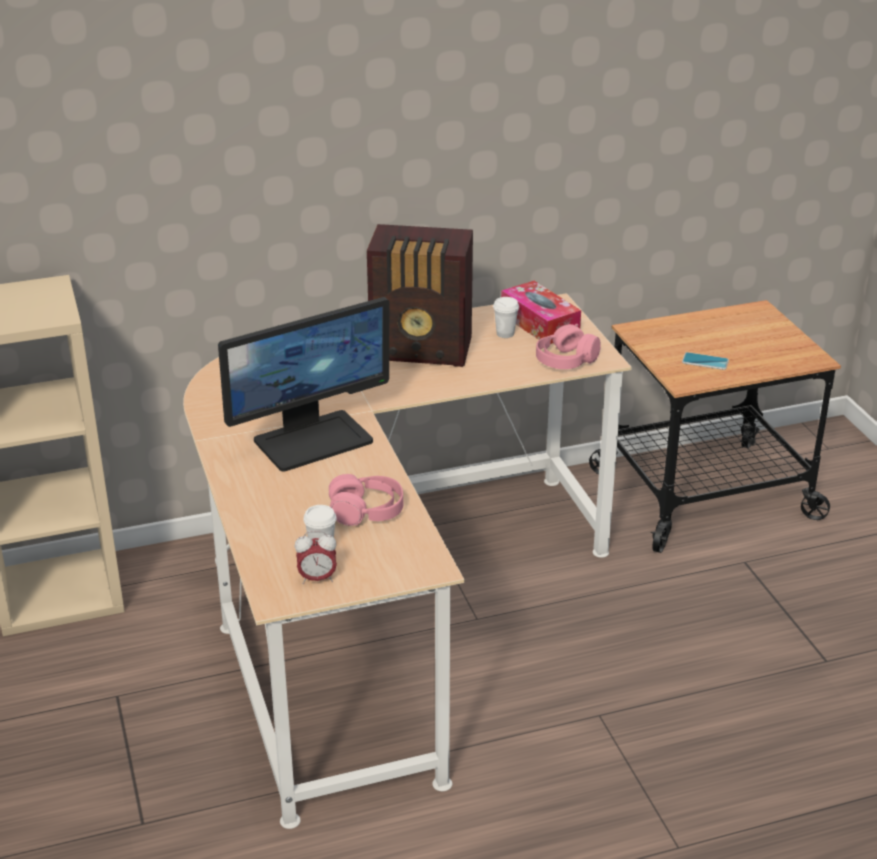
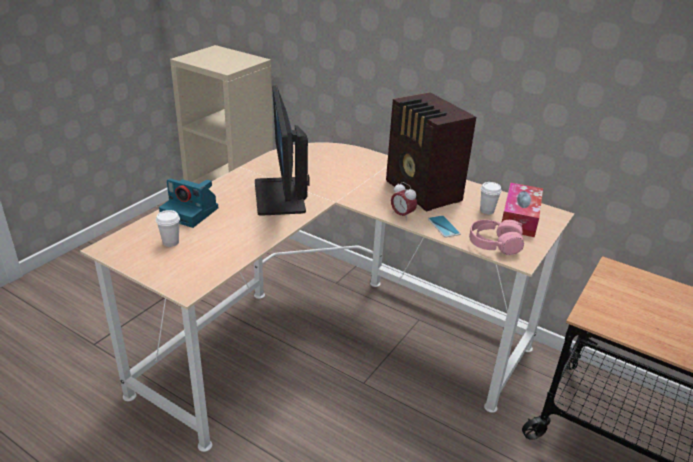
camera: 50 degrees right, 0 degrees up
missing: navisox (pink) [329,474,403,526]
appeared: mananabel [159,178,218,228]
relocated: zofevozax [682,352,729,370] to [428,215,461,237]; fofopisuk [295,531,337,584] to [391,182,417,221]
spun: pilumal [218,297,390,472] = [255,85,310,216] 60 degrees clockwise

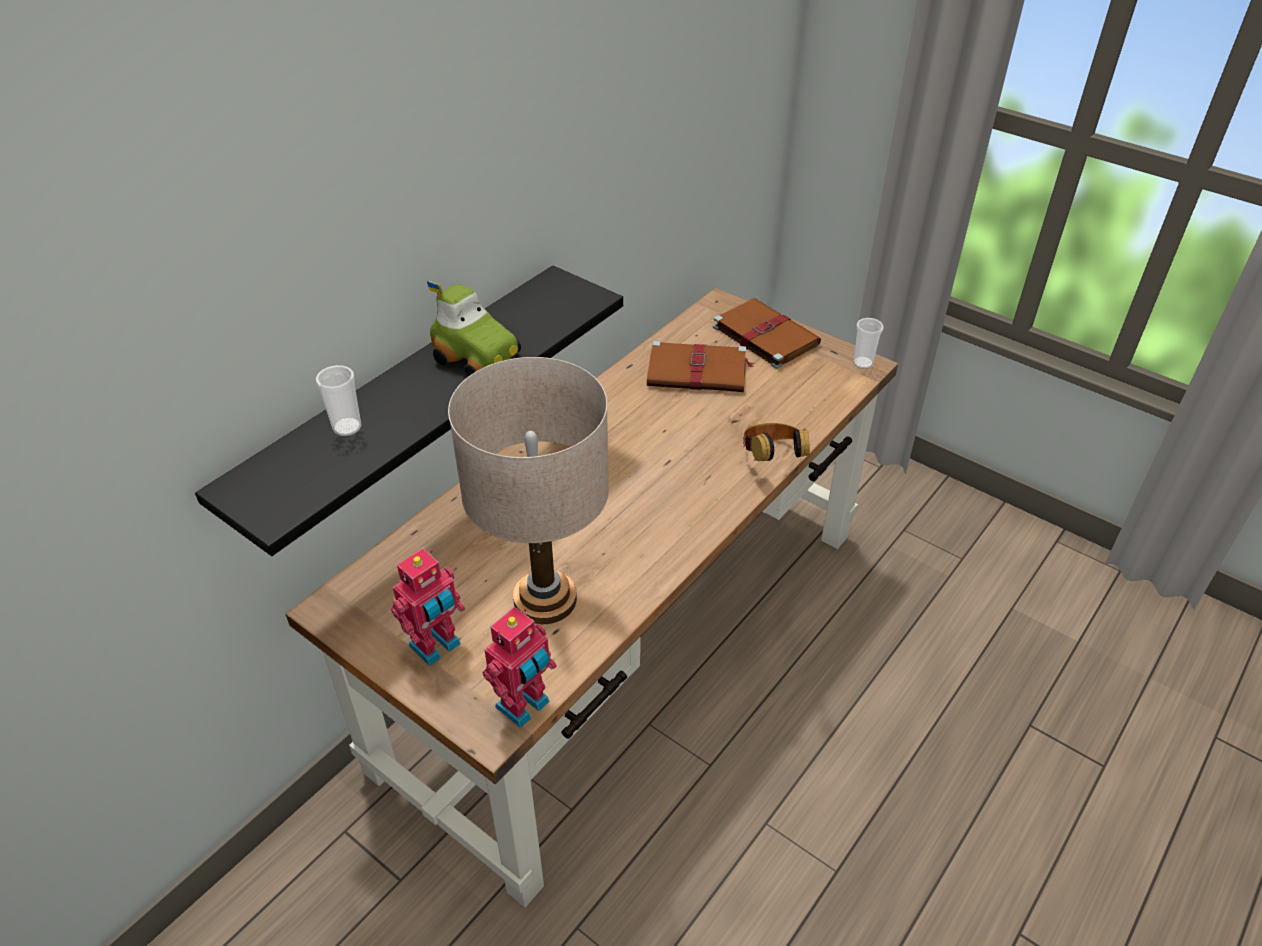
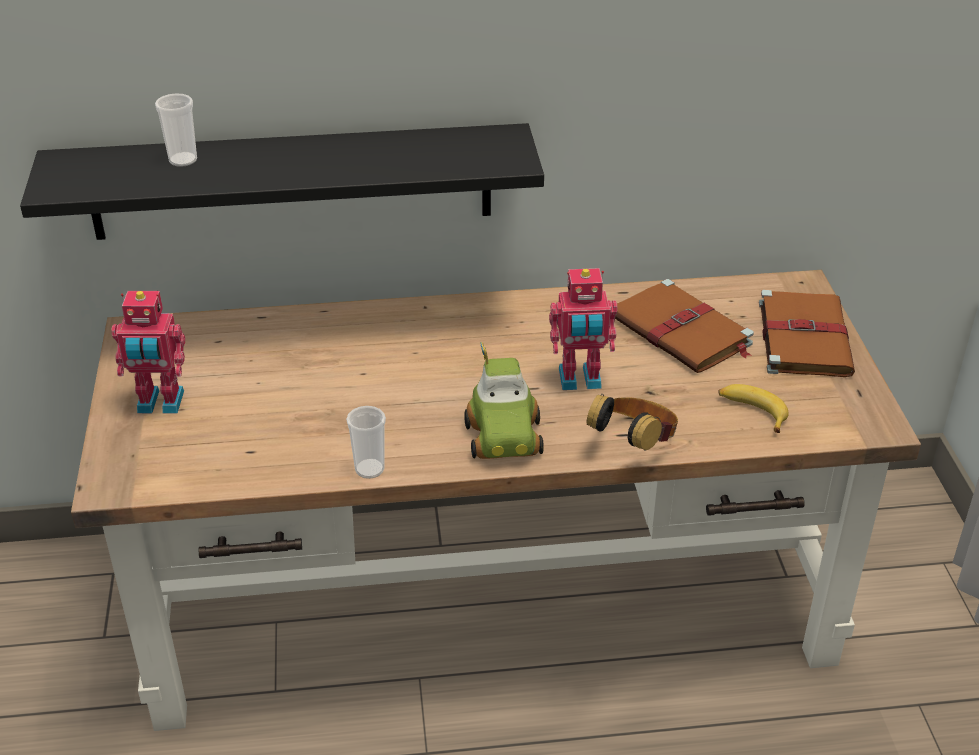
camera: 45 degrees right, 5 degrees down
missing: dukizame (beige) [448,357,609,624]
appeared: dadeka [718,384,789,433]
relocated: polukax [427,281,521,377] to [464,342,544,459]; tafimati [853,318,884,369] to [346,406,386,479]; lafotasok [482,607,557,728] to [549,268,617,390]

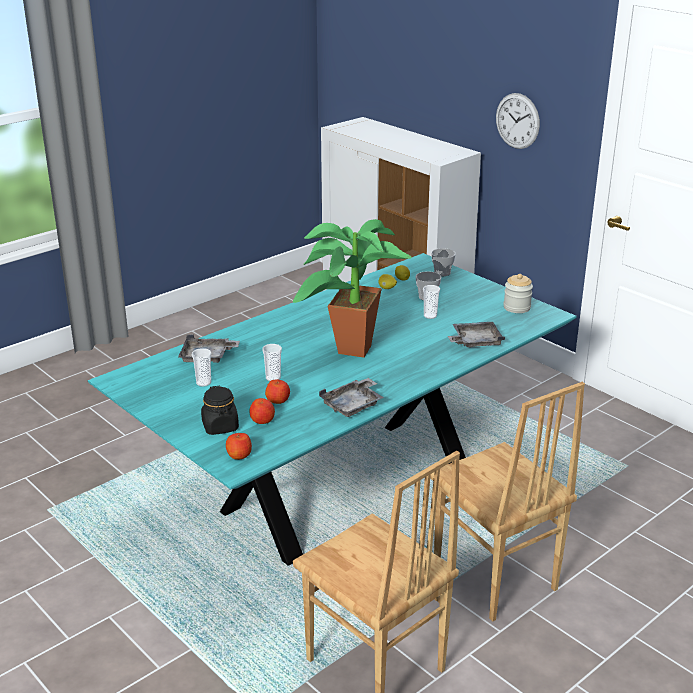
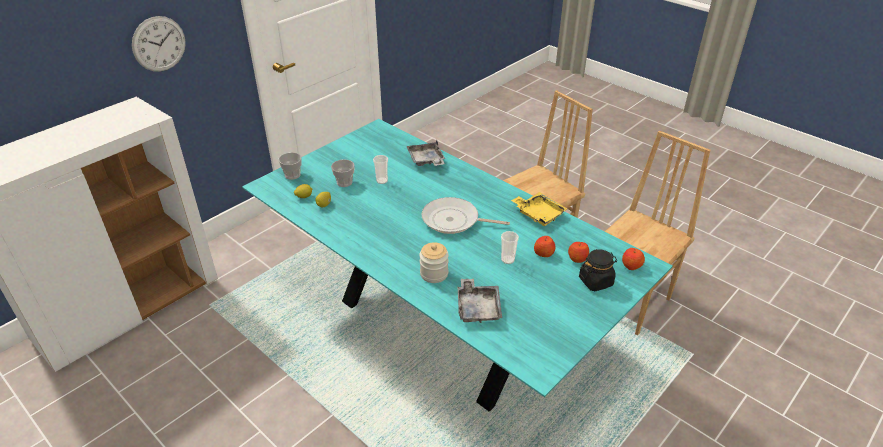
camera: 95 degrees left, 10 degrees up
missing: tafimati [192,348,211,387]
relocated: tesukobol [504,274,533,313] to [419,242,449,283]
exchanged: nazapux [293,219,412,358] to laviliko [422,197,510,234]
colour: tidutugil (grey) [319,378,384,417] to tidutugil (yellow) [511,192,567,226]

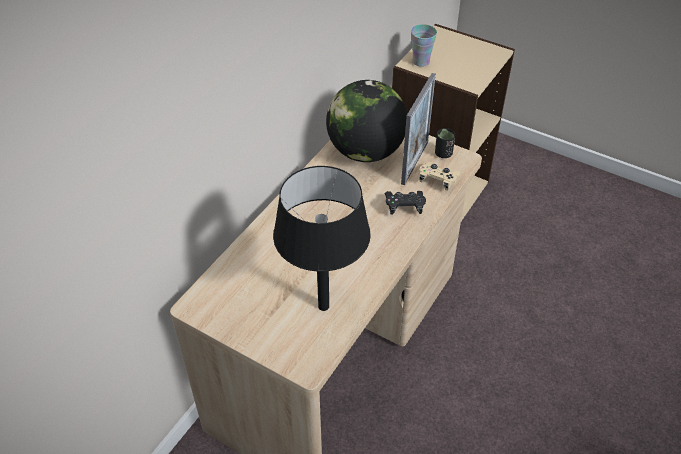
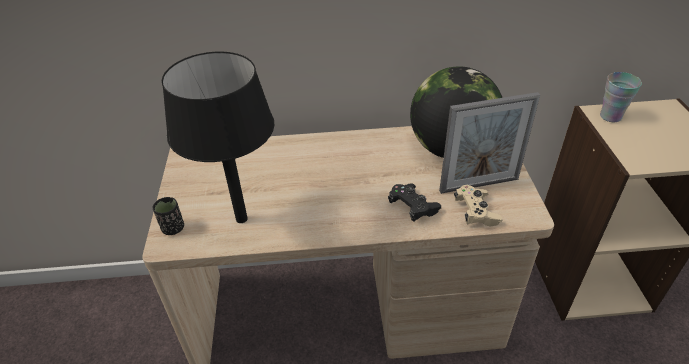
camera: 55 degrees right, 5 degrees down
relocated: tafimati (black) [435,128,455,158] to [153,197,184,235]

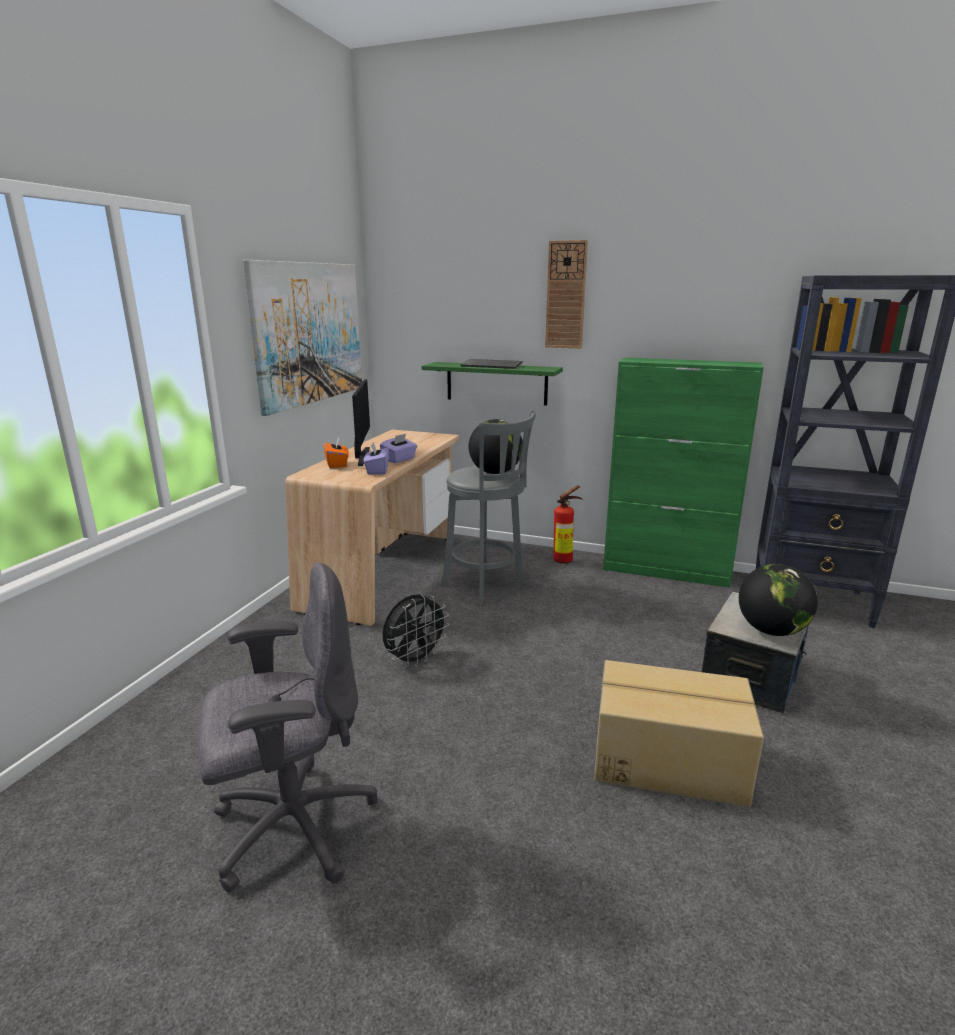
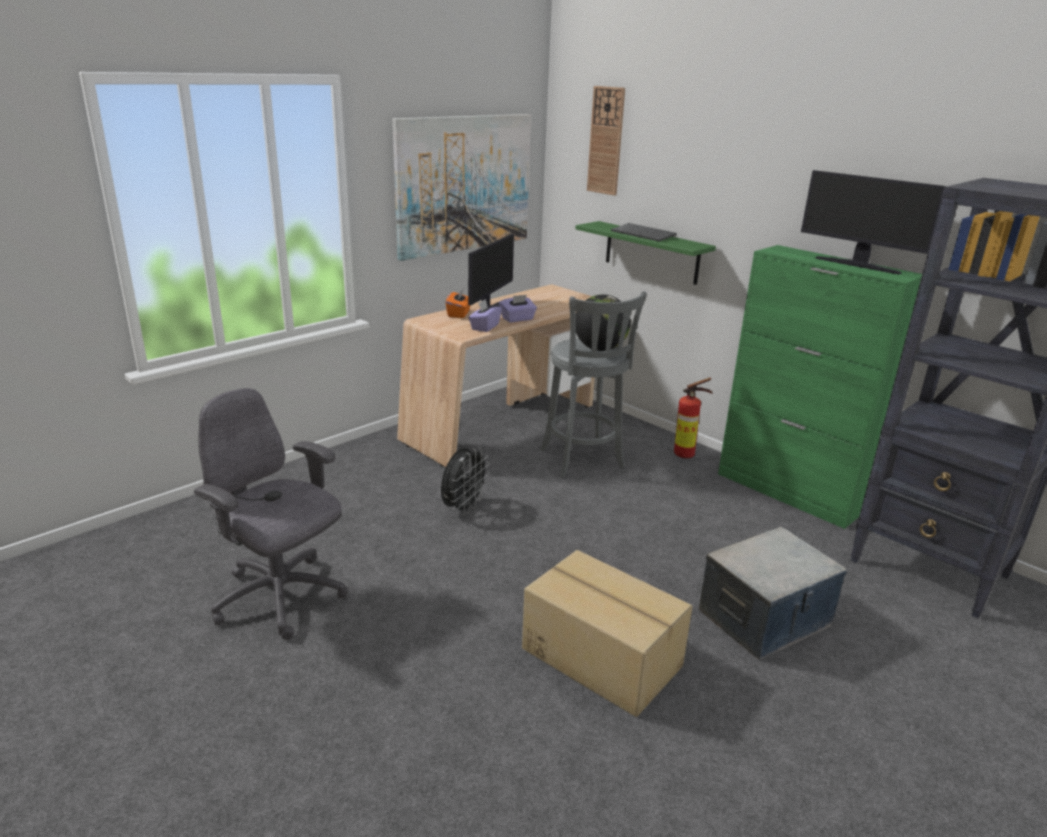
camera: 25 degrees right, 5 degrees up
missing: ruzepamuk [739,564,818,636]
appeared: pilumal [801,170,946,275]
relocated: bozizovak [545,240,588,349] to [587,86,625,196]
spun: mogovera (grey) [198,563,378,892] = [194,388,348,640] 150 degrees counterclockwise; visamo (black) [383,594,449,667] = [441,447,490,515] 45 degrees counterclockwise

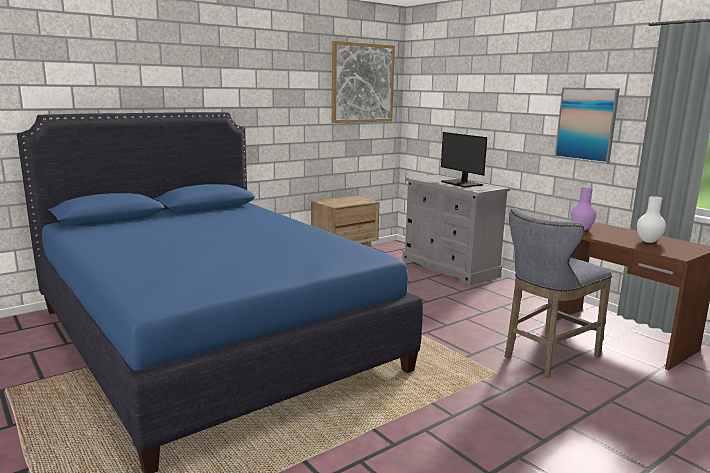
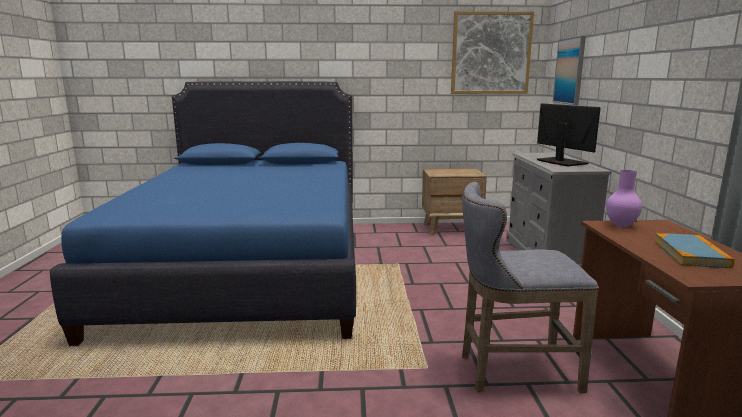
camera: 35 degrees right, 0 degrees up
relocated: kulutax [555,88,620,164] to [553,36,586,105]
exchanged: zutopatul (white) [637,196,666,243] to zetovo [655,233,734,269]
spun: pilumal [441,132,487,187] = [537,103,601,166] 150 degrees clockwise

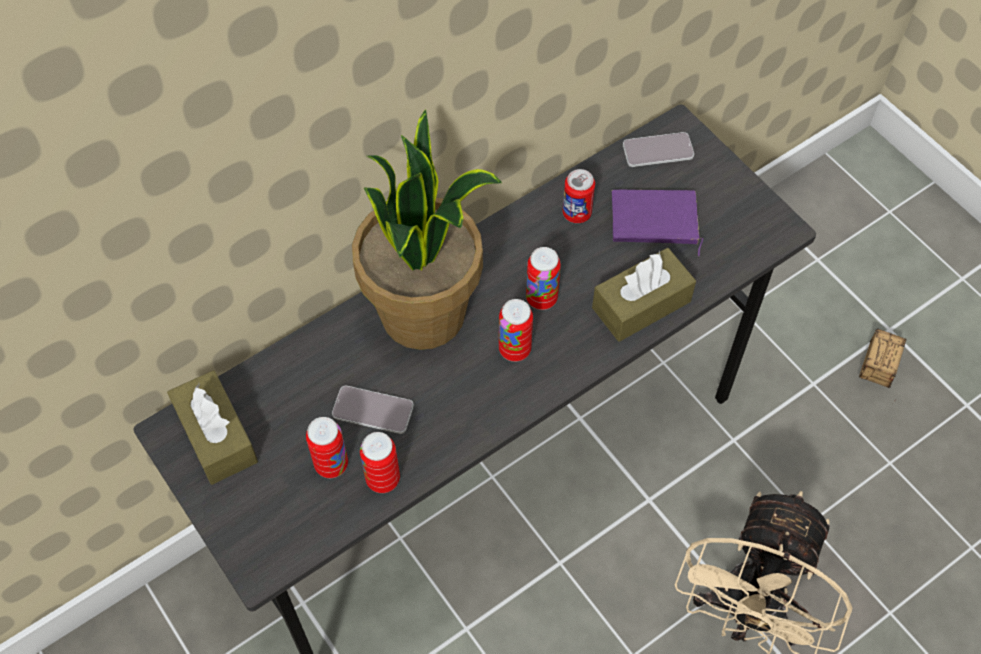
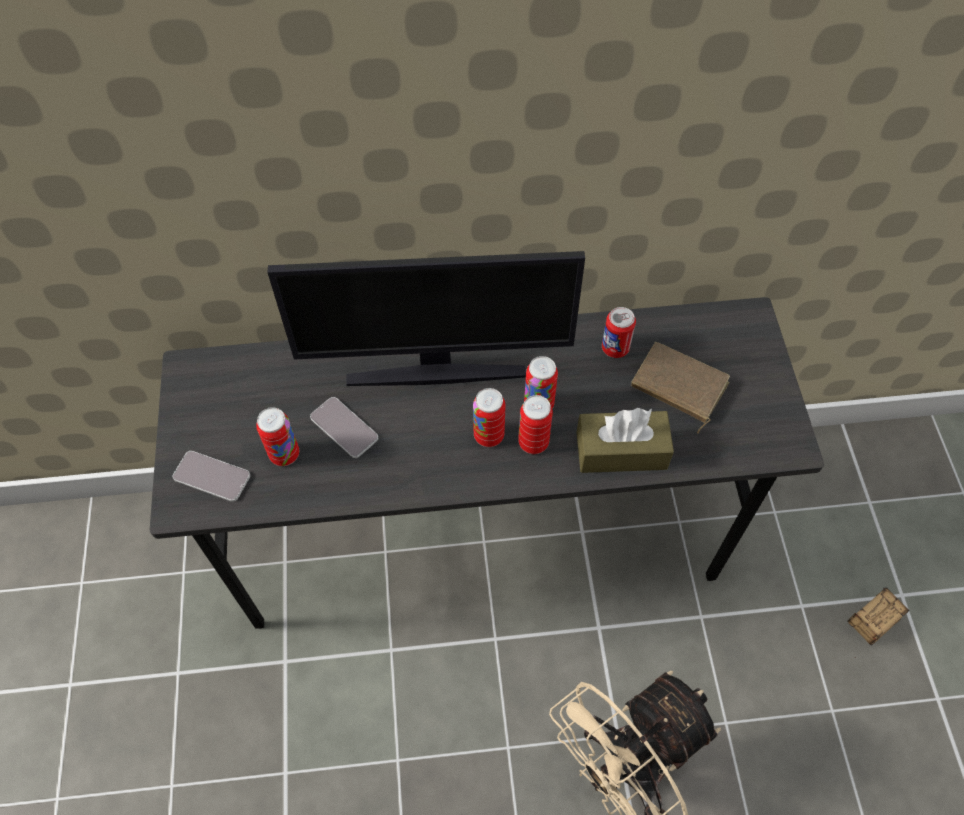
camera: 30 degrees right, 0 degrees up
missing: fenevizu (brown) [167,370,258,485]
relocated: zofevozax [623,132,694,167] to [173,451,250,502]; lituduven [360,432,400,493] to [518,395,553,454]
exchanged: nazapux [352,110,502,350] to pilumal [267,251,585,386]
colour: zetovo (purple) [612,189,703,256] to zetovo (brown) [631,342,730,433]

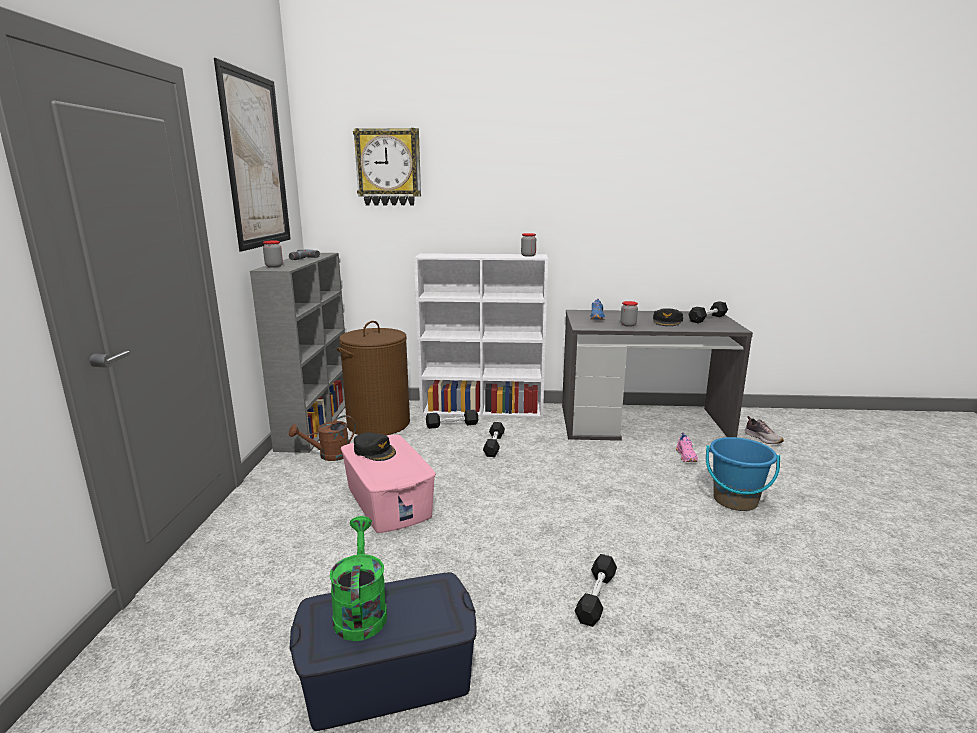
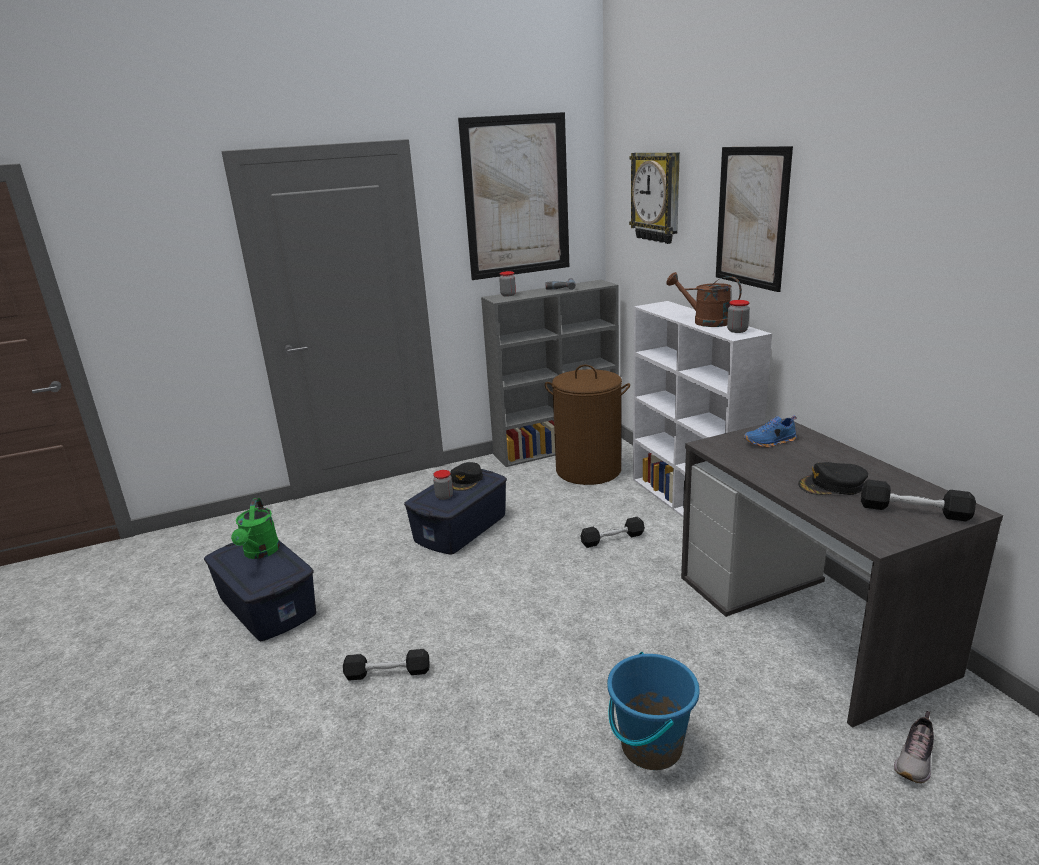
camera: 65 degrees right, 5 degrees up
missing: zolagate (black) [426,410,478,429]; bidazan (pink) [676,432,698,462]
appeared: kulutax [716,146,793,292]
relocated: tesukobol [621,301,638,327] to [433,470,453,500]; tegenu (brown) [289,415,356,461] to [666,272,742,327]
colour: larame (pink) [341,435,436,533] to larame (blue) [404,469,507,555]
spun: tegenu (green) [330,516,387,641] = [231,498,280,559] 120 degrees clockwise

